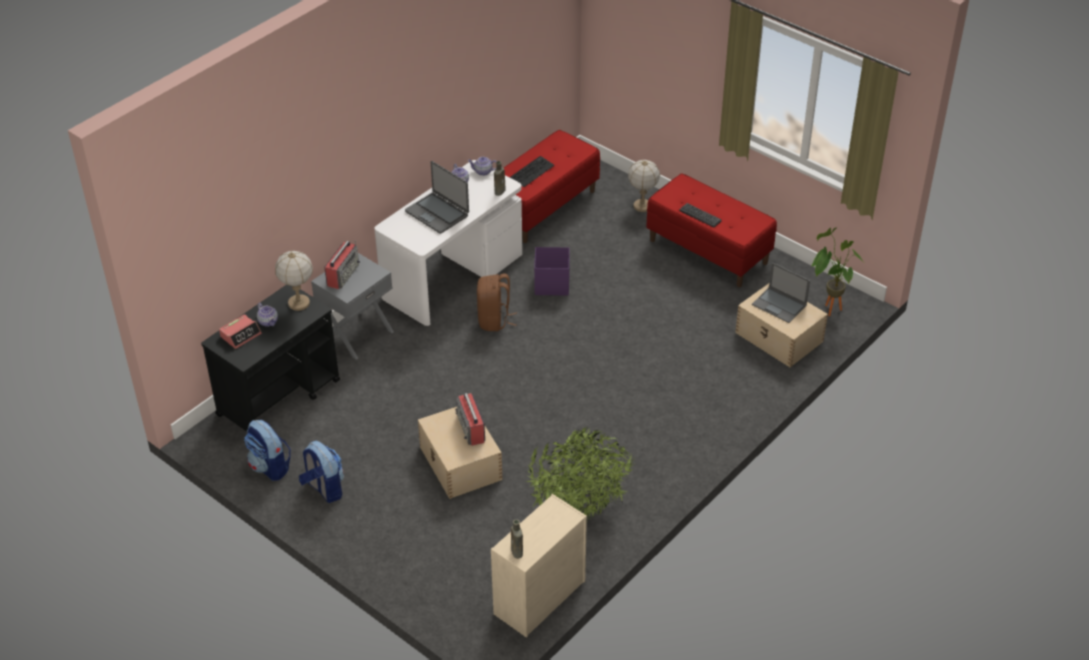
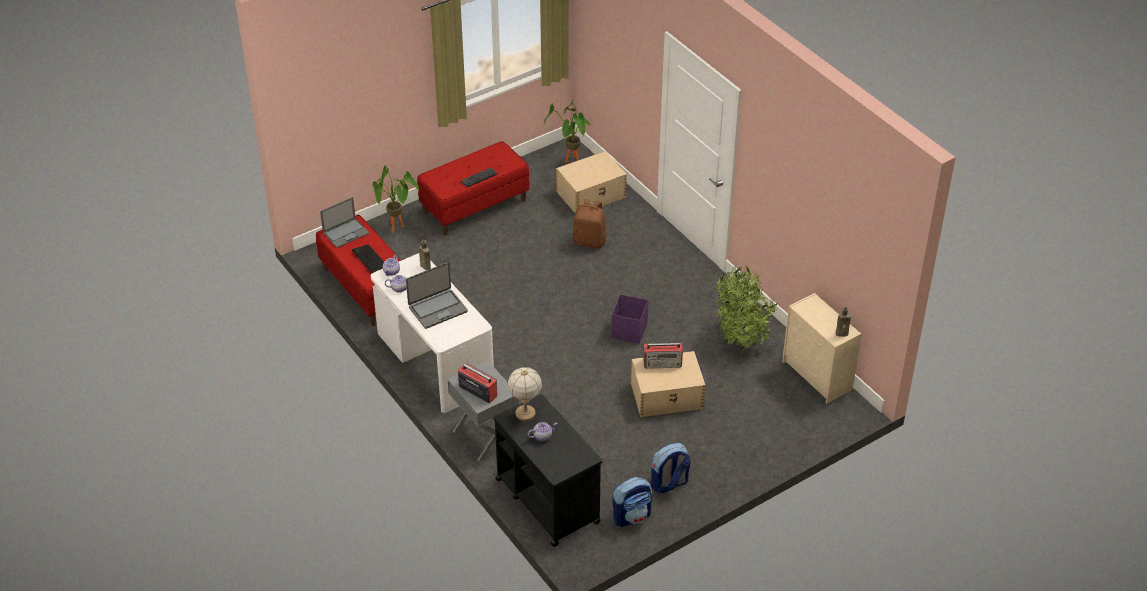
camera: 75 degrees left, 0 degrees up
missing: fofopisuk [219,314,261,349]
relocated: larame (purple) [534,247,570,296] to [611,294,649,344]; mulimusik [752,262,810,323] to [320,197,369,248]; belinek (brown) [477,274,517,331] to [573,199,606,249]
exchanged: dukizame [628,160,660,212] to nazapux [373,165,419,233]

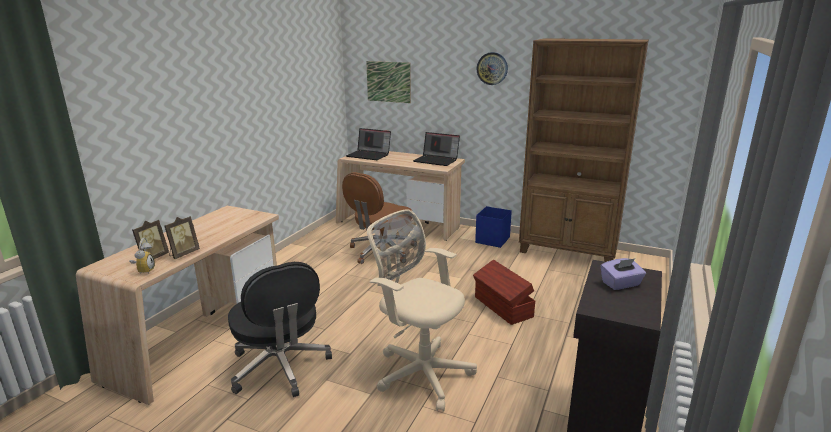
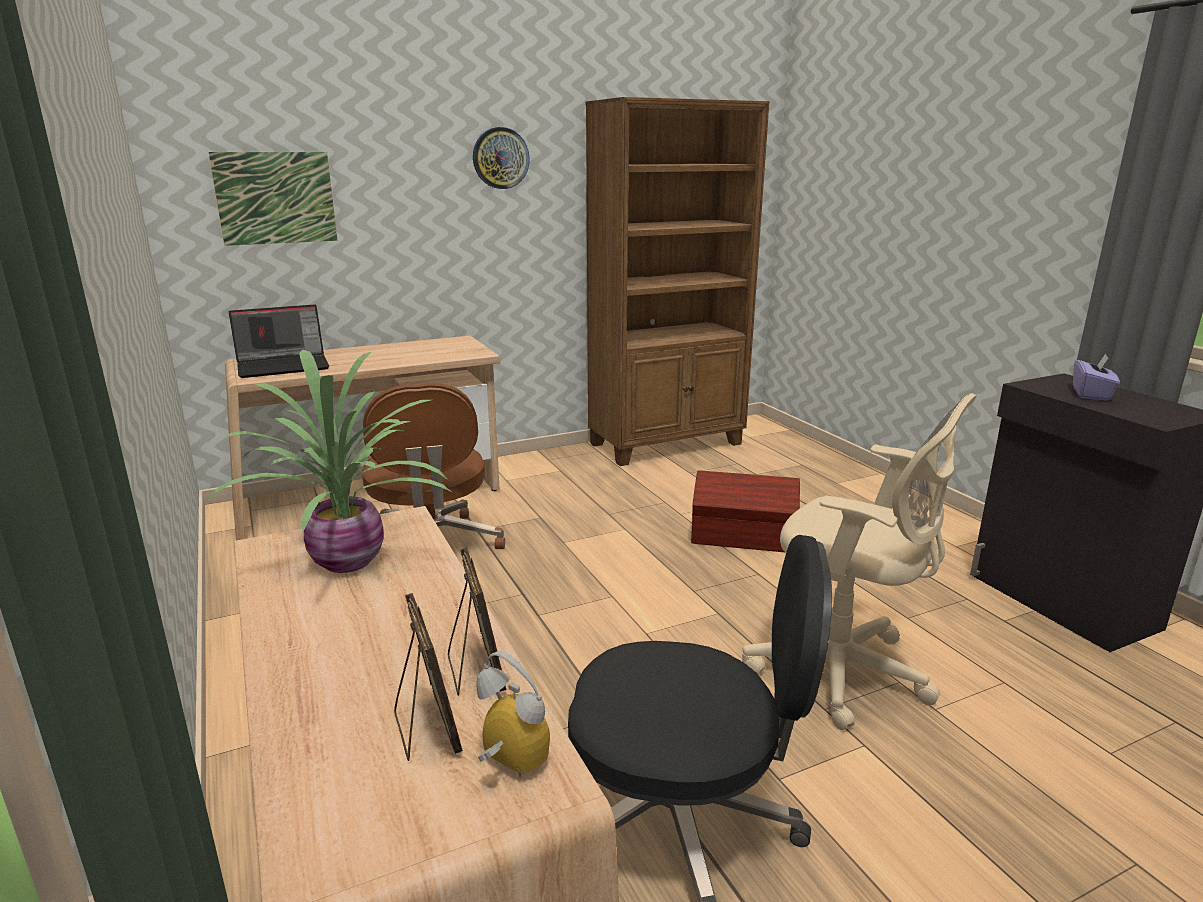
camera: 50 degrees left, 0 degrees up
missing: mulimusik [413,132,460,166]; larame (blue) [475,206,512,248]
appeared: nazapux [207,349,451,573]
spun: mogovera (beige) [367,209,477,412] = [742,393,977,730] 135 degrees counterclockwise

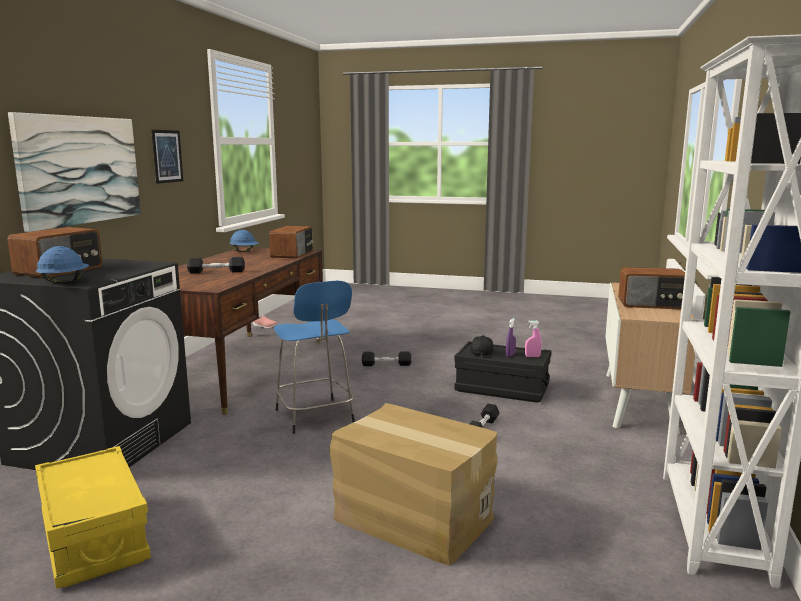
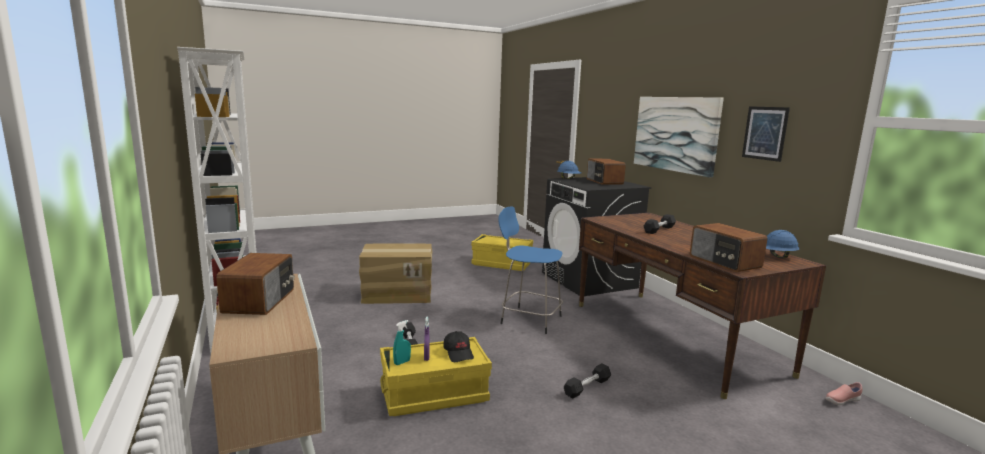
camera: 140 degrees right, 0 degrees up
colour: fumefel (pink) [525,321,542,357] to fumefel (turquoise) [393,320,411,365]; larame (black) [454,341,552,403] to larame (yellow) [380,337,492,416]
spun: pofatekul [618,267,685,309] = [216,253,295,315] 120 degrees clockwise

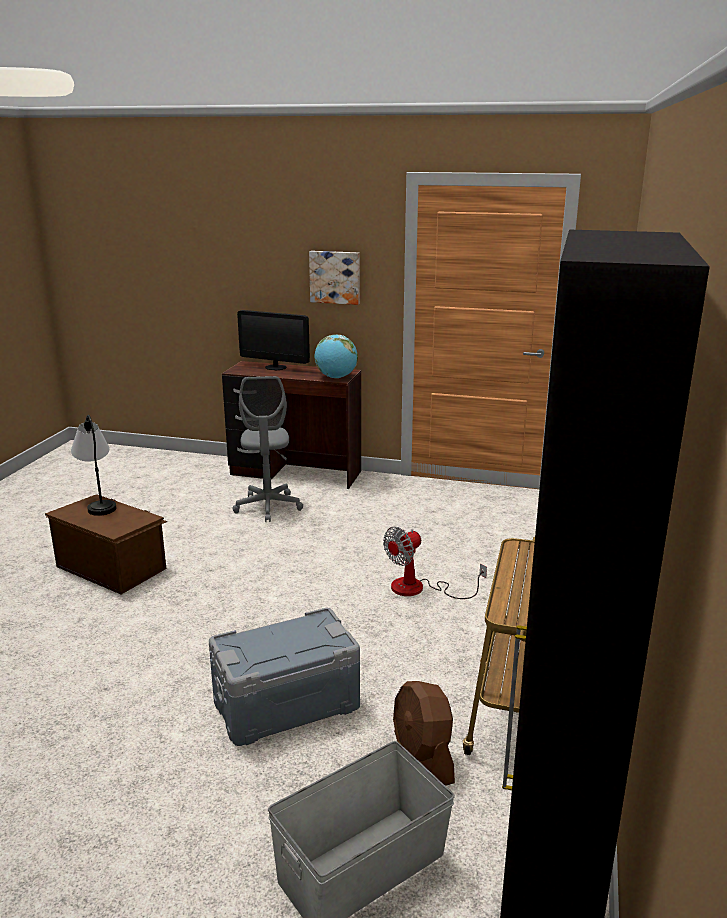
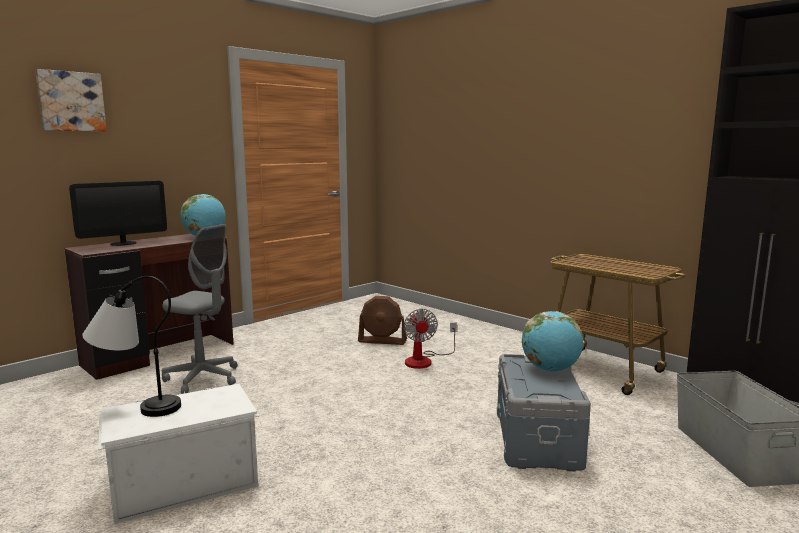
camera: 60 degrees left, 10 degrees down
appeared: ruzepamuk [522,311,583,371]
relocated: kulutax [309,251,360,305] to [35,69,107,131]; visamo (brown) [393,681,455,786] to [358,296,407,345]
colour: larame (brown) [45,494,167,594] to larame (white) [99,384,260,524]

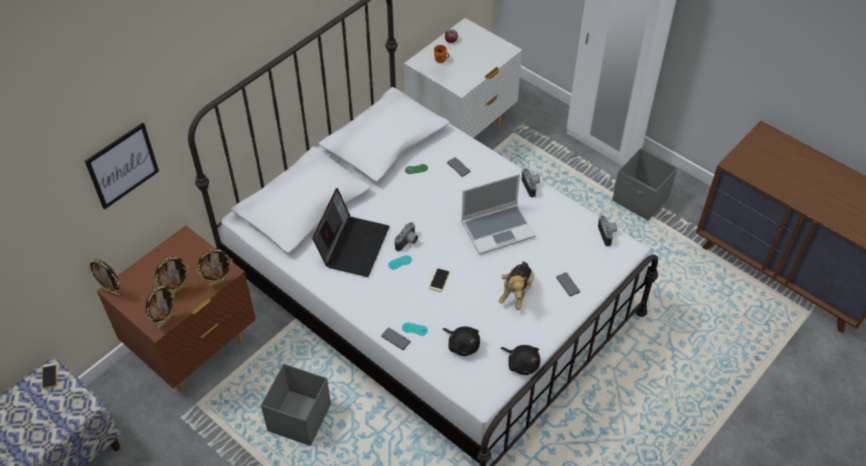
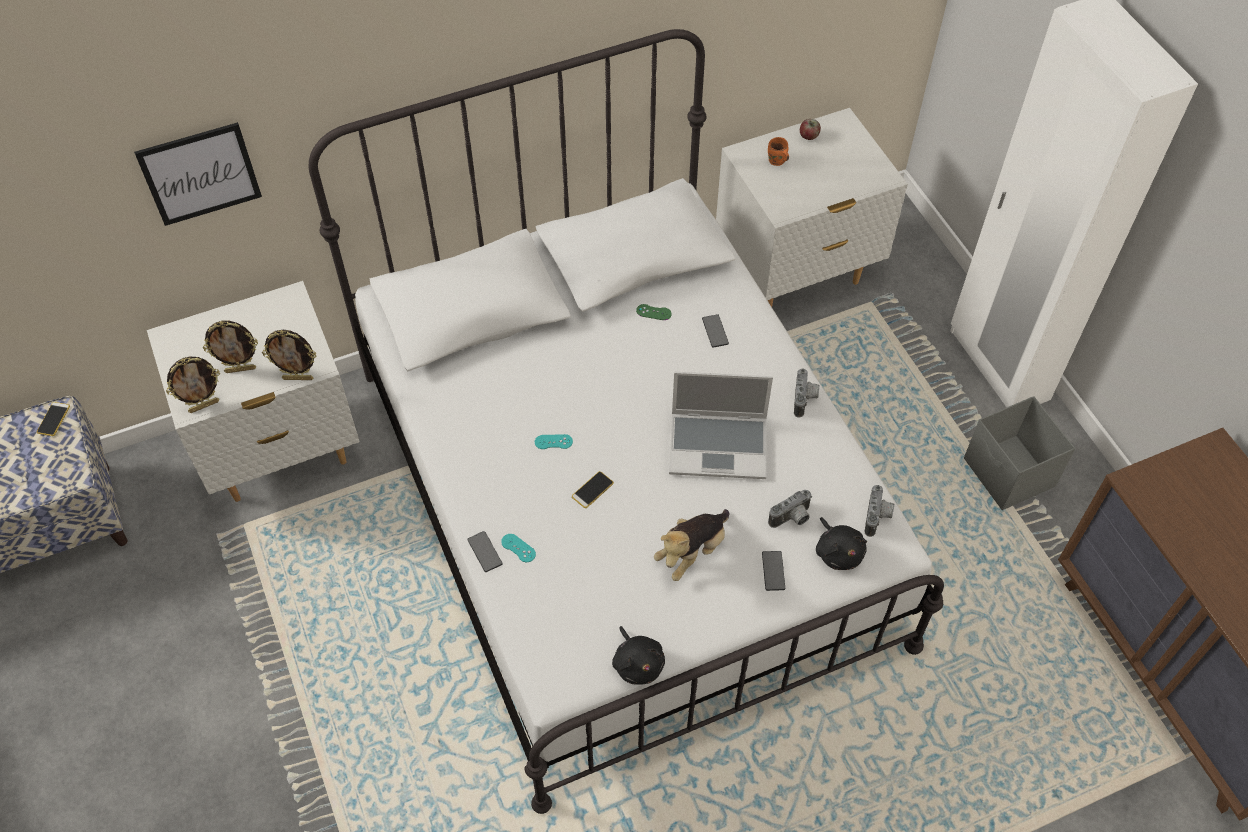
camera: 25 degrees right, 5 degrees up
missing: mulimusik [312,188,390,277]; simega [88,259,121,298]; larame (grey) [261,364,331,446]
relocated: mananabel [395,222,418,251] to [768,490,812,528]; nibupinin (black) [443,326,480,356] to [816,517,867,570]
colour: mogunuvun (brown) [97,225,256,393] to mogunuvun (white) [147,281,360,502]

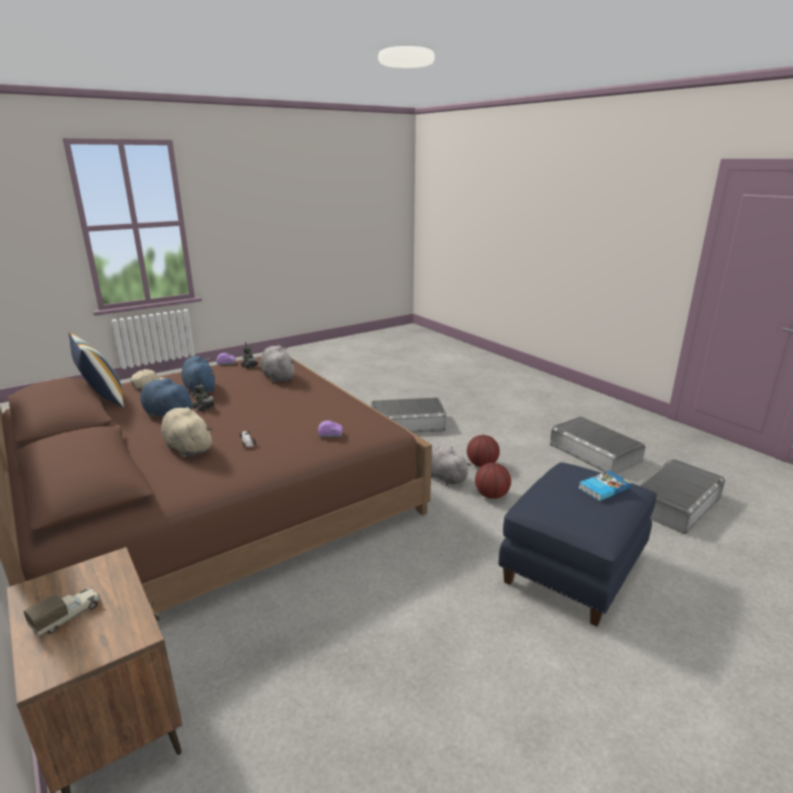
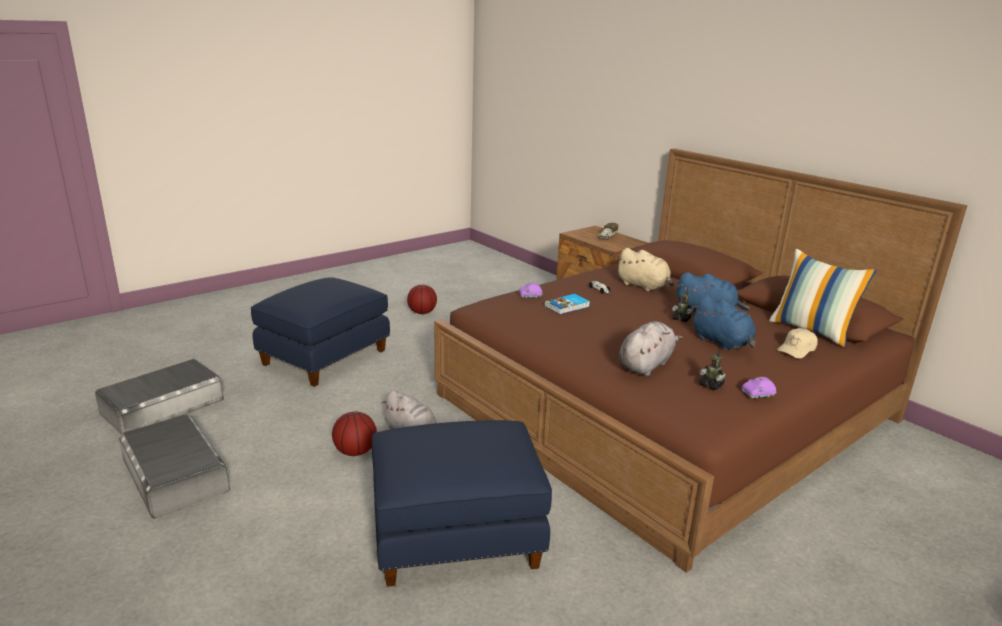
camera: 175 degrees right, 0 degrees up
relocated: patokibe [475,463,511,499] to [407,285,437,314]; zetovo [579,471,632,501] to [544,294,590,314]
exchanged: larame (grey) [371,398,446,433] to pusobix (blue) [372,420,552,587]
spun: nibupinin (grey) [261,345,295,382] = [619,321,683,376] 105 degrees counterclockwise

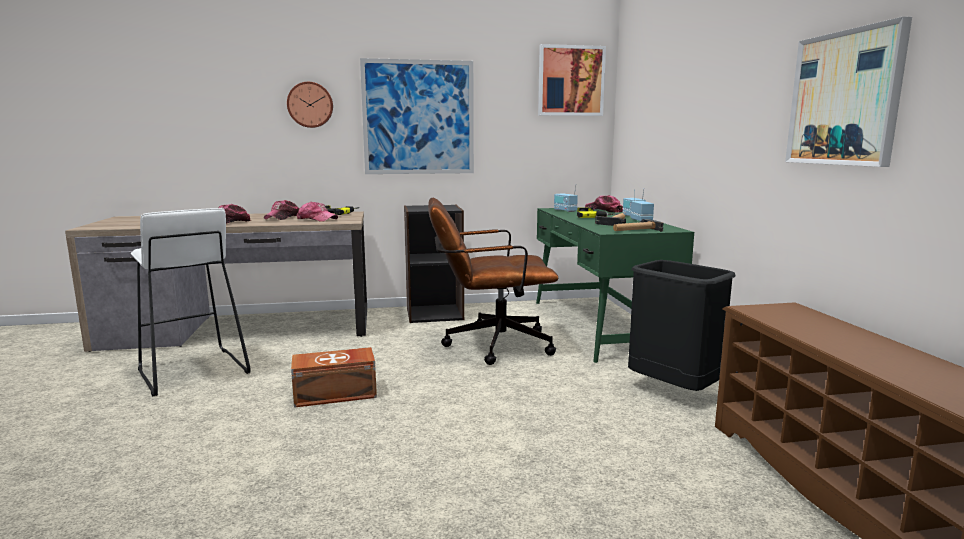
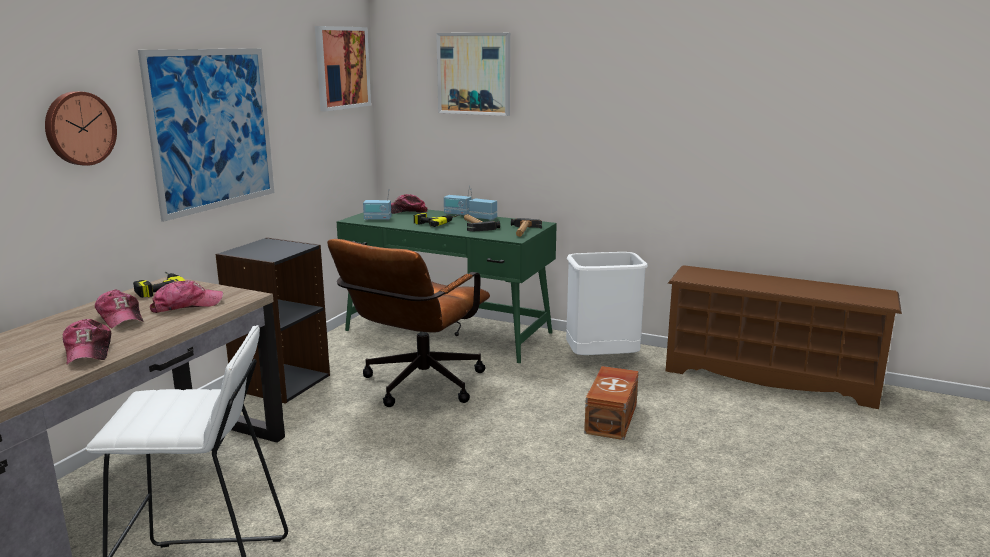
camera: 55 degrees left, 5 degrees up
relocated: kulutax [785,16,912,167] to [436,33,510,116]; larame (brown) [291,347,377,408] to [584,366,639,440]
colour: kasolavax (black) [628,260,735,391] to kasolavax (white) [566,252,648,355]

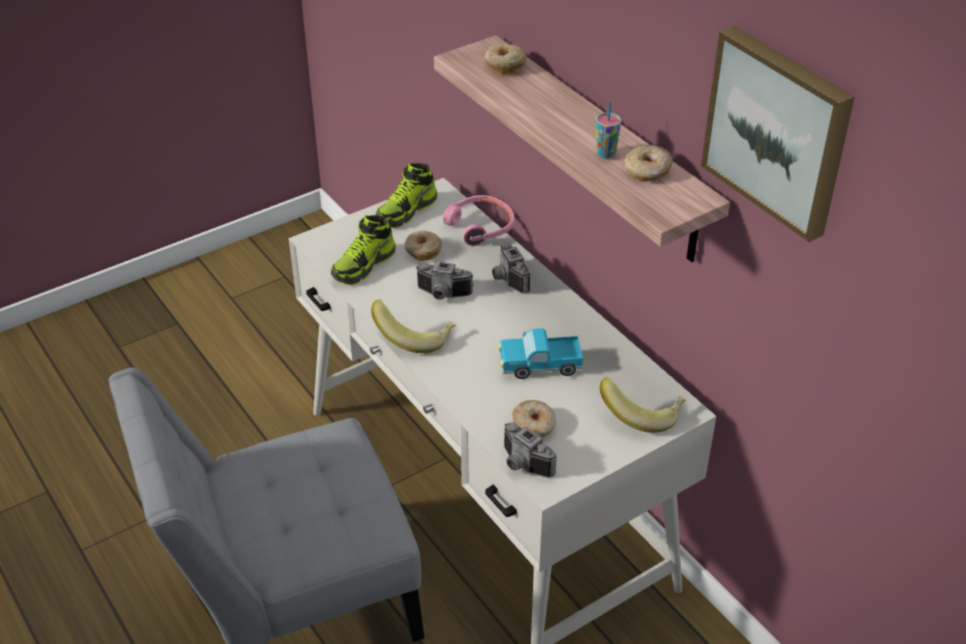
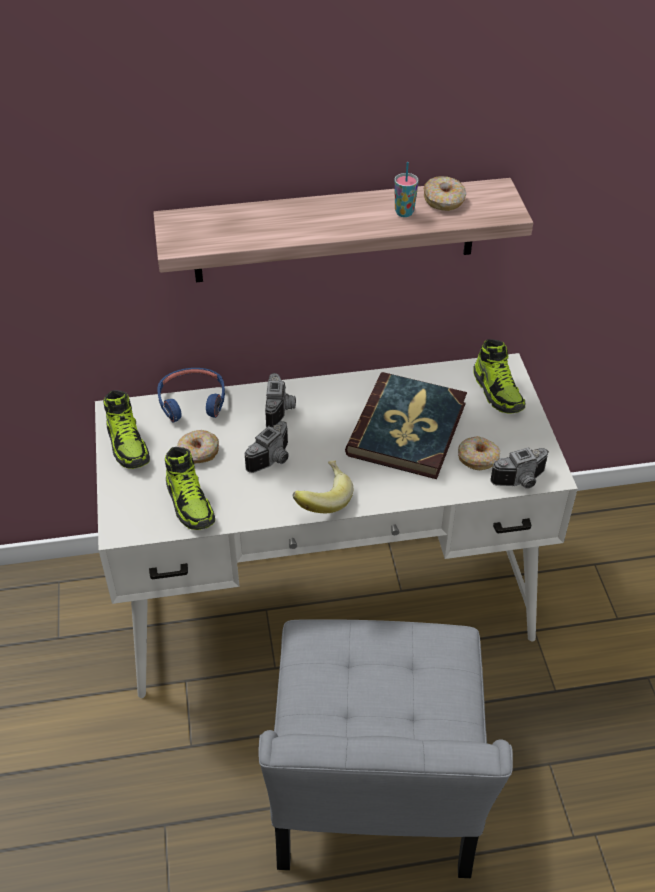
camera: 65 degrees left, 5 degrees up
missing: kulutax [701,26,855,242]; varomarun [484,43,527,74]
exchanged: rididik [498,328,583,379] to zetovo [345,372,467,479]; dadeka [600,377,686,433] to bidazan [474,339,525,413]
colour: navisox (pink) [443,195,514,246] to navisox (blue) [157,368,225,423]
spun: mananabel [492,242,530,294] = [265,373,296,427] 90 degrees counterclockwise

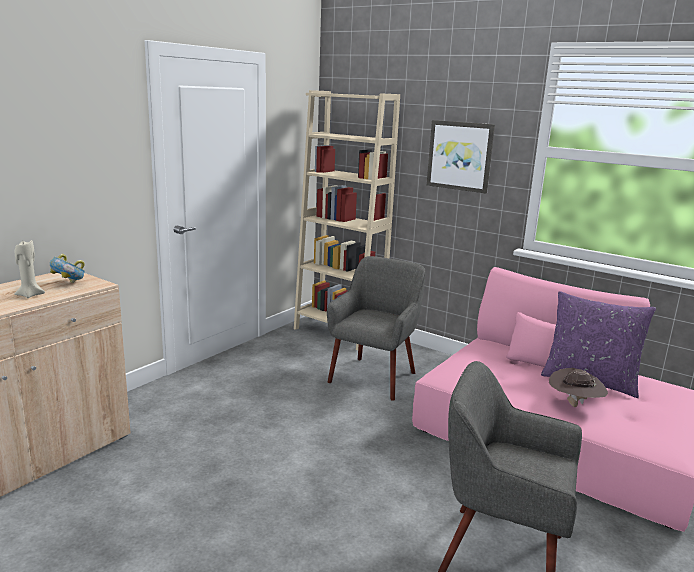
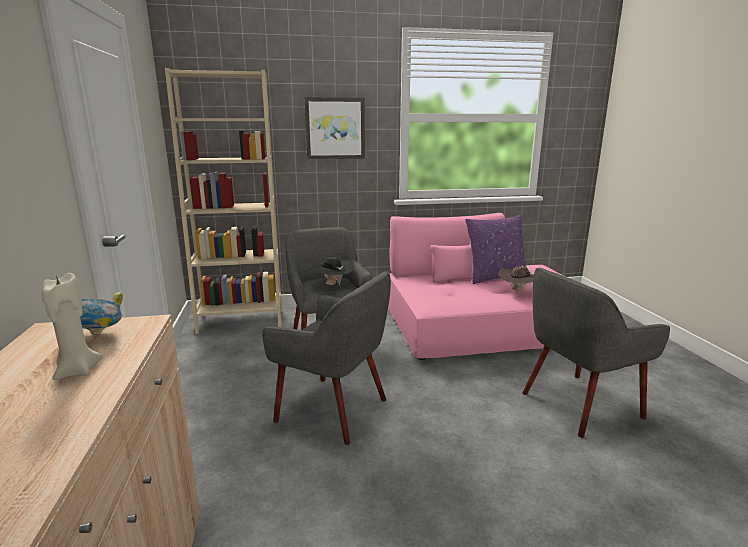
camera: 45 degrees left, 0 degrees up
appeared: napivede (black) [310,257,355,285]; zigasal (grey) [263,271,391,445]

